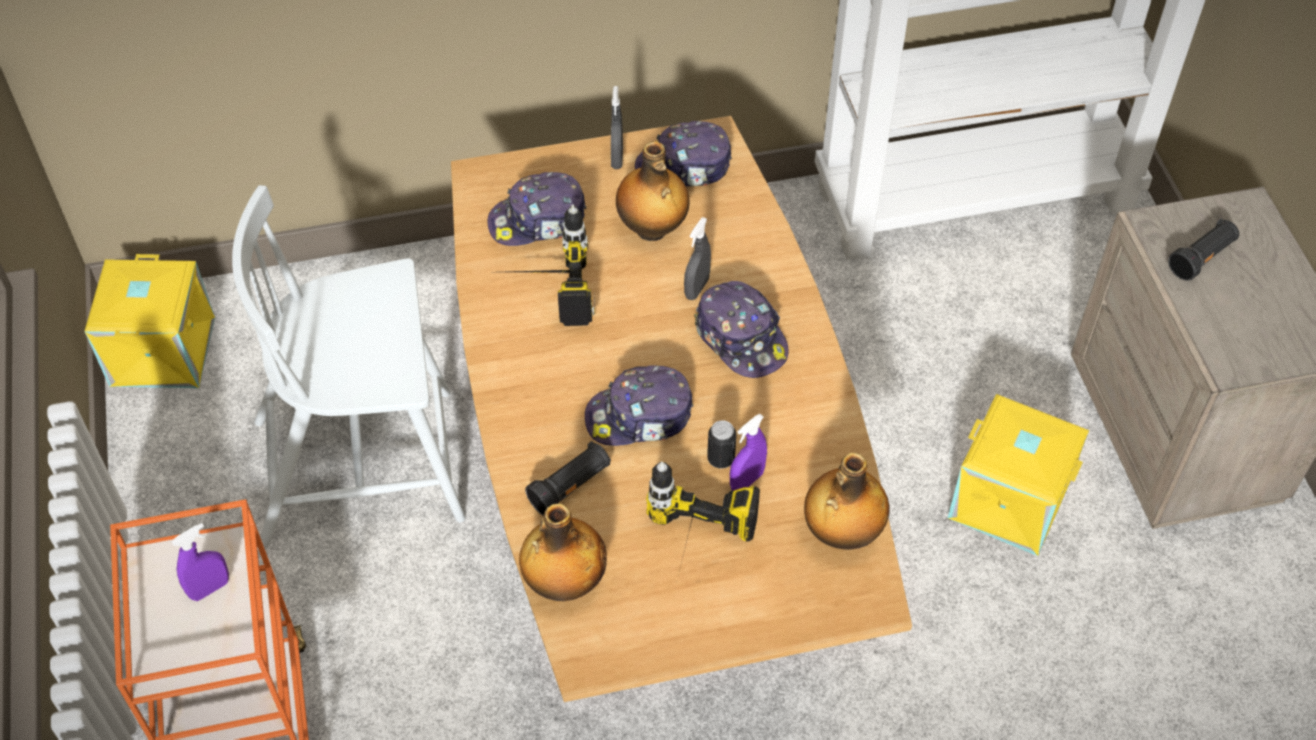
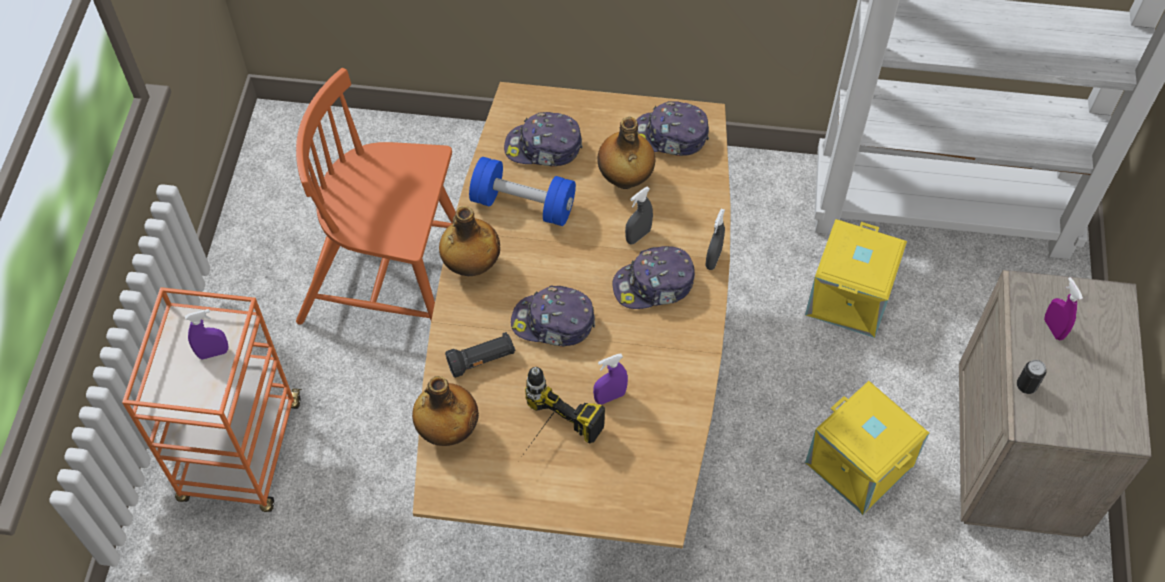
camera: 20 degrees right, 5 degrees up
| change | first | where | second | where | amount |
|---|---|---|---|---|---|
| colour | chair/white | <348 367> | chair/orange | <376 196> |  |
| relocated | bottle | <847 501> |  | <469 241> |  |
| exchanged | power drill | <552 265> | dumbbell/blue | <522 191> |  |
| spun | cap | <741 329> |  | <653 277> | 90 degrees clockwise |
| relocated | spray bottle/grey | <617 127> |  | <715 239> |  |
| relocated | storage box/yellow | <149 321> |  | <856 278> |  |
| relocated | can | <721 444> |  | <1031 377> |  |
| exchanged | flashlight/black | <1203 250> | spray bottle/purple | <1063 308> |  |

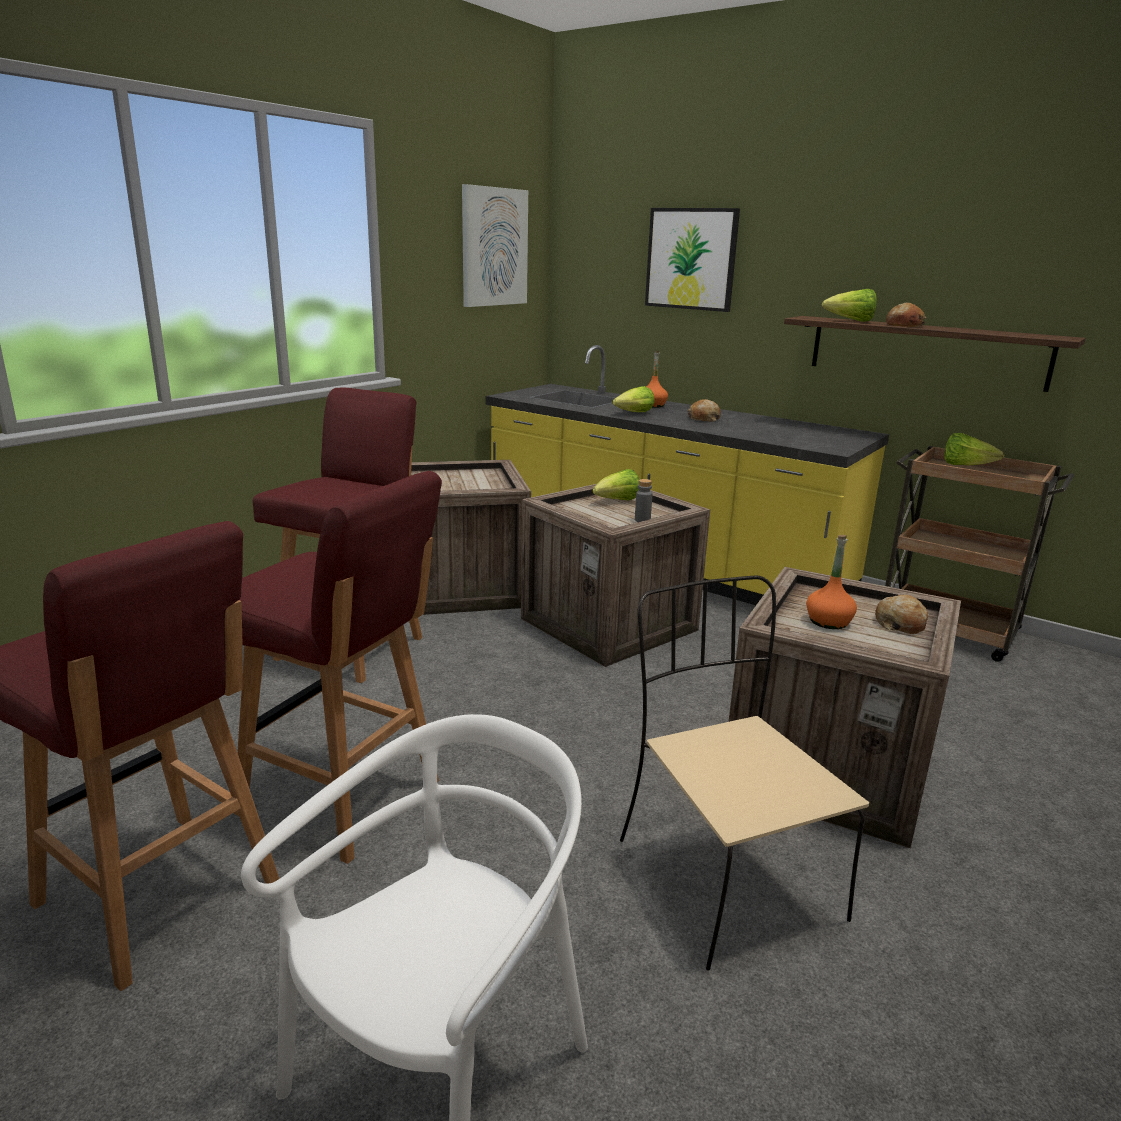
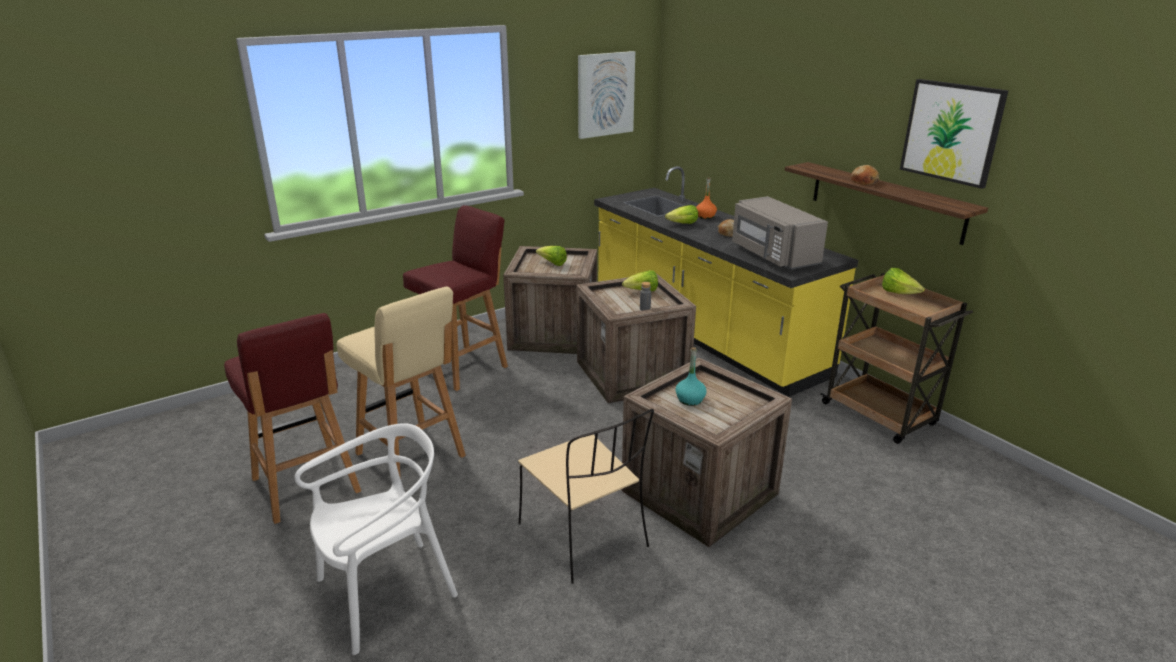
camera: 20 degrees right, 5 degrees up
| change | first | where | second | where | amount |
|---|---|---|---|---|---|
| colour | stool/red | <338 667> | stool/beige | <401 383> |  |
| spun | chair/beige | <744 773> |  | <586 496> | 150 degrees clockwise |
| relocated | lettuce | <849 305> |  | <551 256> |  |
| colour | bottle/orange | <831 582> | bottle/turquoise | <691 376> |  |
| appeared |  |  | microwave/grey | <780 232> |  |
| relocated | picture | <692 260> |  | <954 134> |  |
| missing | bread | <901 614> |  |  |  |

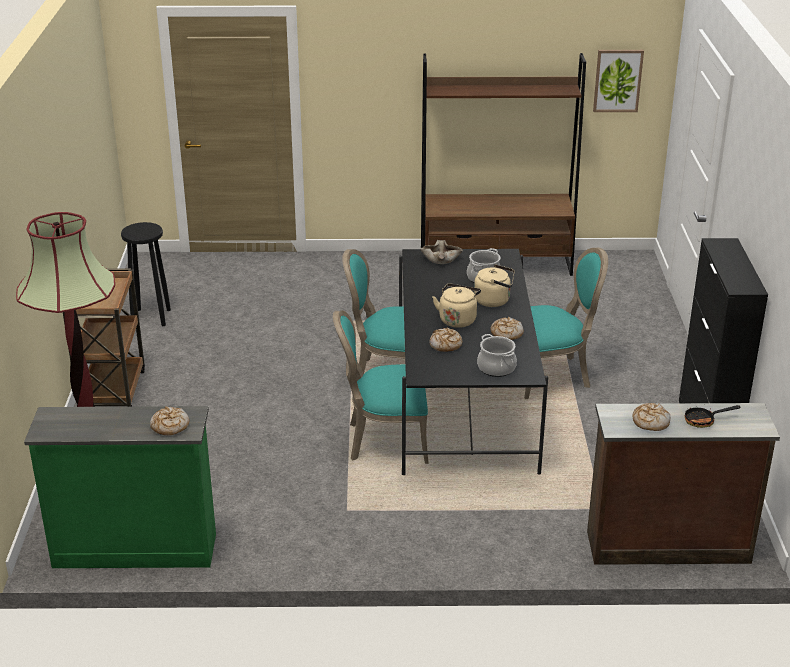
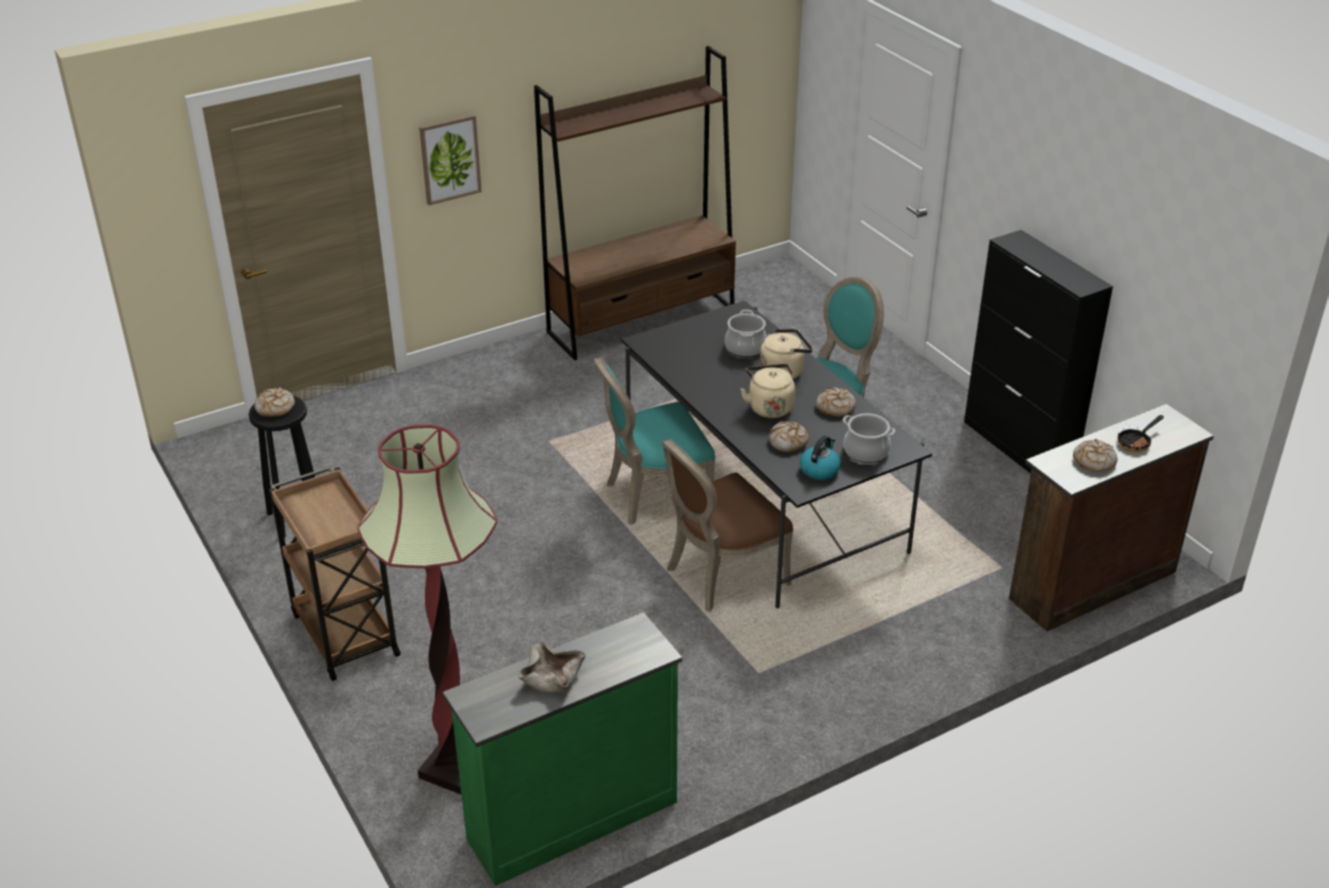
camera: 30 degrees left, 5 degrees up
| change | first | where | second | where | amount |
|---|---|---|---|---|---|
| relocated | bread | <170 420> |  | <274 402> |  |
| relocated | picture | <618 81> |  | <450 159> |  |
| relocated | bowl/beige | <441 252> |  | <552 667> |  |
| colour | chair/turquoise | <381 387> | chair/brown | <727 525> |  |
| appeared |  |  | kettle | <820 458> |  |

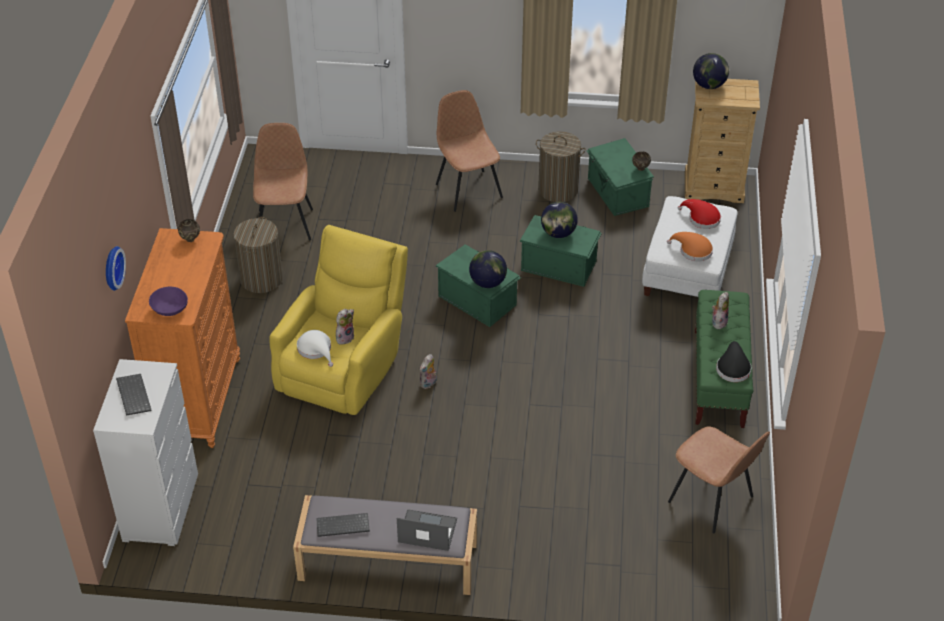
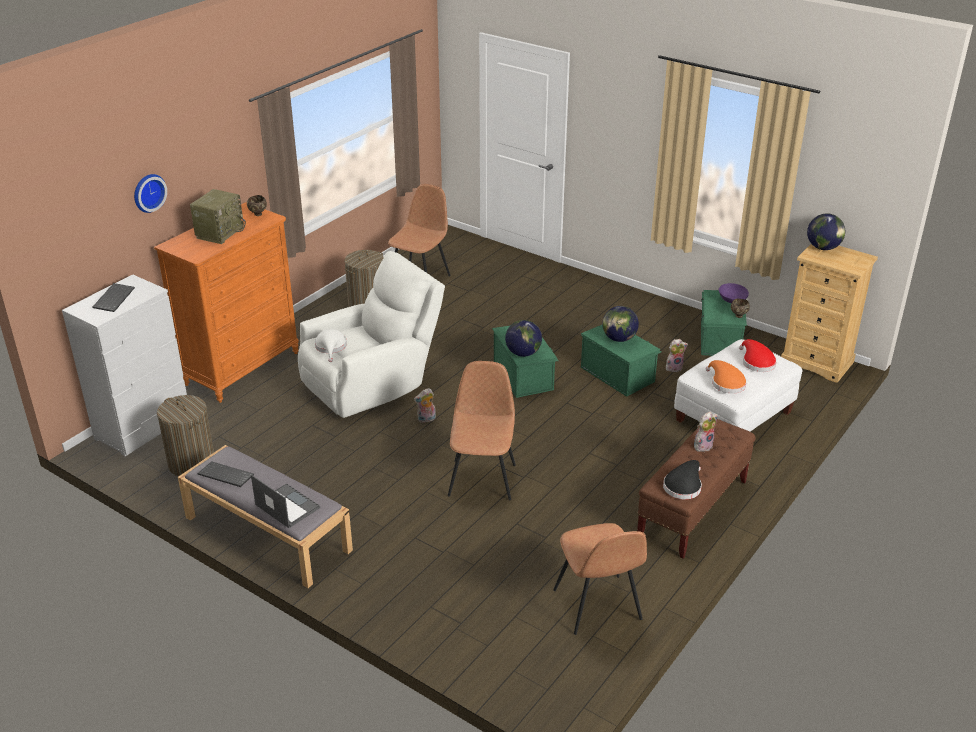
camera: 30 degrees right, 10 degrees down
| change | first | where | second | where | amount |
|---|---|---|---|---|---|
| relocated | laundry basket | <561 166> |  | <185 435> |  |
| appeared |  |  | radio | <218 216> |  |
| colour | armchair/yellow | <339 320> | armchair/white | <371 334> |  |
| relocated | chair/brown | <469 151> |  | <482 431> |  |
| colour | bench/green | <724 359> | bench/brown | <696 488> |  |
| relocated | plush toy | <345 326> |  | <677 355> |  |
| relocated | bowl/purple | <168 301> |  | <734 293> |  |

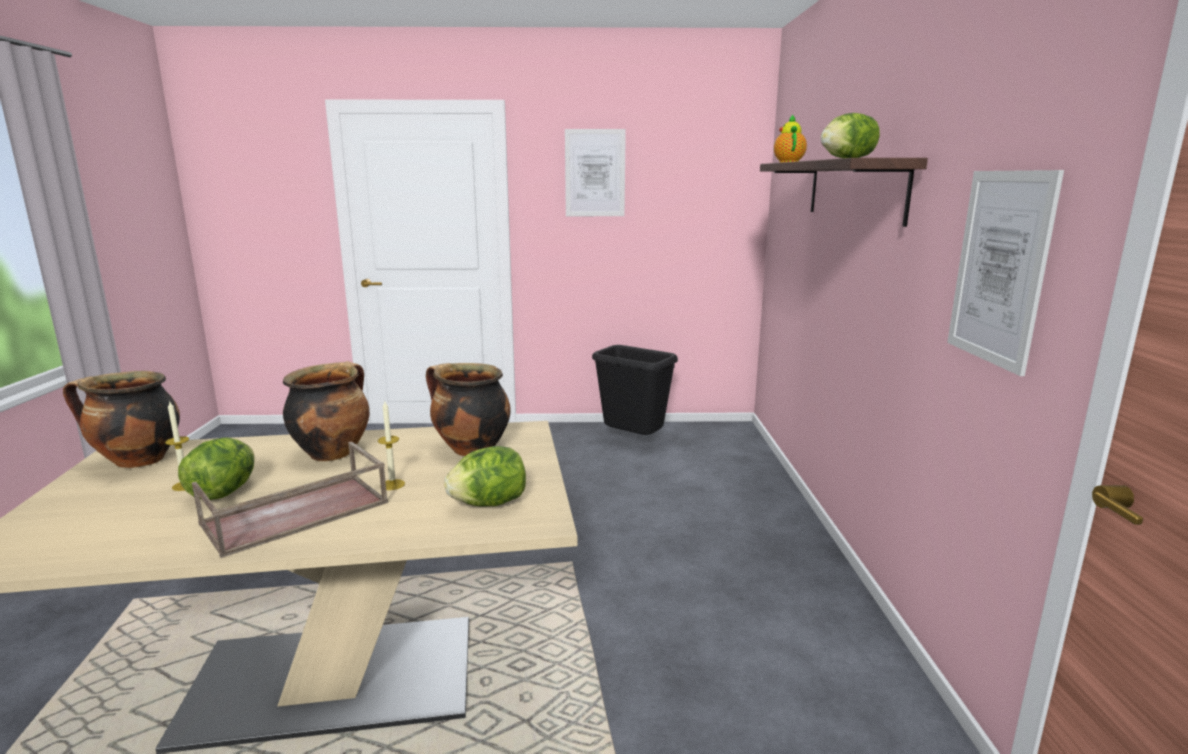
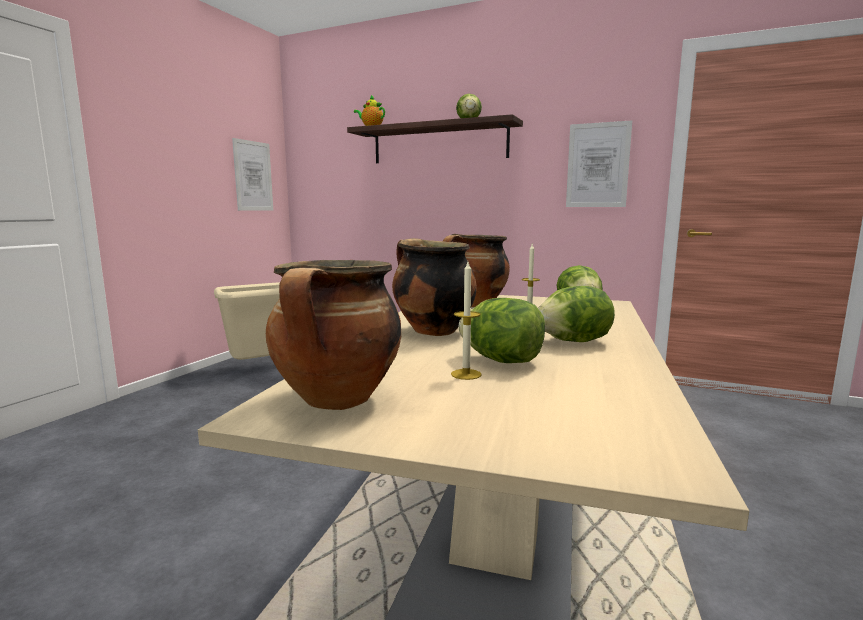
camera: 65 degrees left, 5 degrees down
| change | first | where | second | where | amount |
|---|---|---|---|---|---|
| colour | trash can/black | <635 390> | trash can/beige | <247 321> |  |
| relocated | picture | <595 172> |  | <252 174> |  |
| exchanged | tray/brown | <290 499> | lettuce | <576 314> |  |

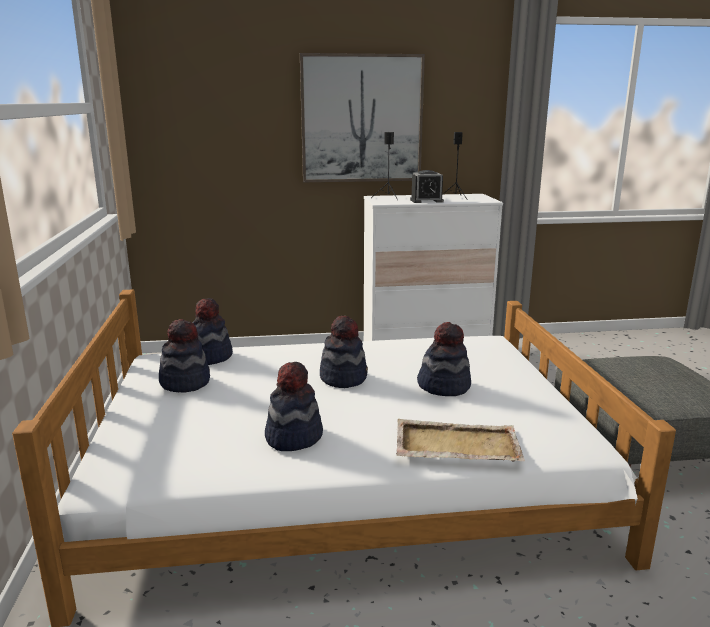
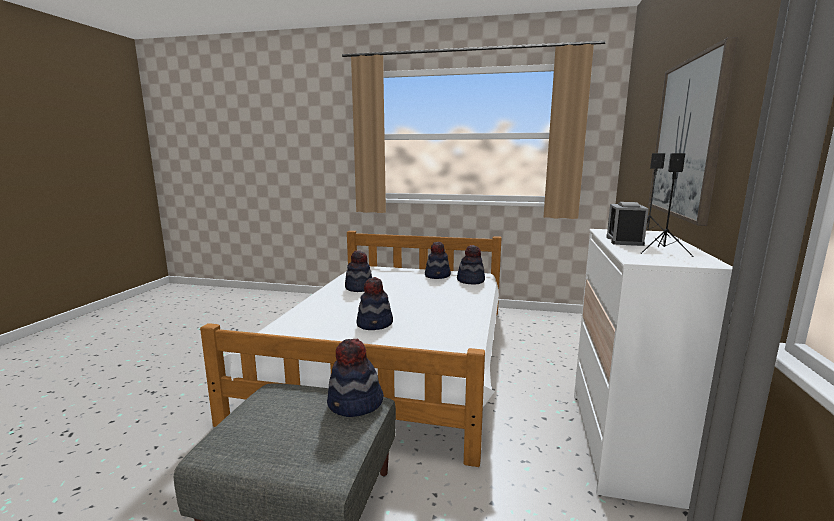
camera: 110 degrees right, 5 degrees down
| change | first | where | second | where | amount |
|---|---|---|---|---|---|
| relocated | hat | <344 352> |  | <355 378> |  |
| missing | tray/beige | <460 440> |  |  |  |

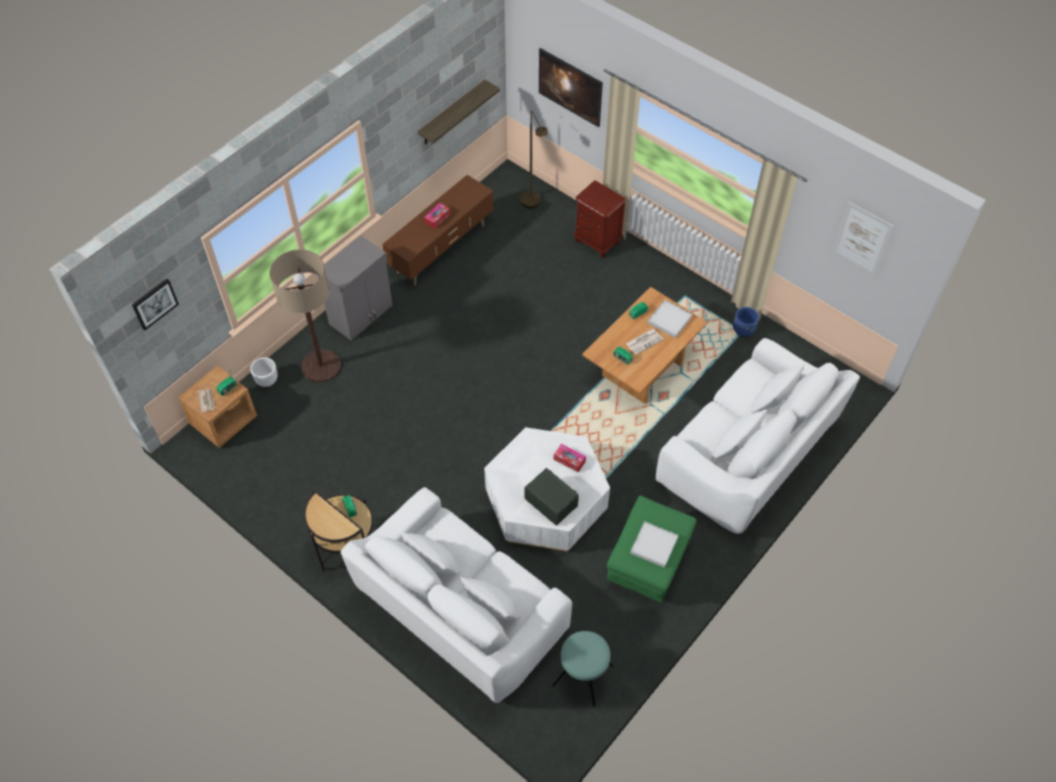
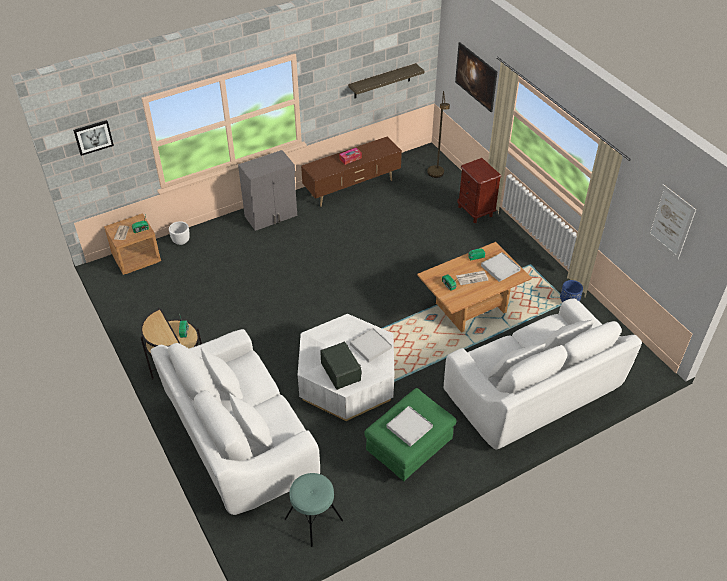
camera: 20 degrees right, 10 degrees down
| change | first | where | second | where | amount |
|---|---|---|---|---|---|
| exchanged | tissue box | <570 458> | tray/white | <371 345> |  |
| missing | floor lamp | <305 315> |  |  |  |

